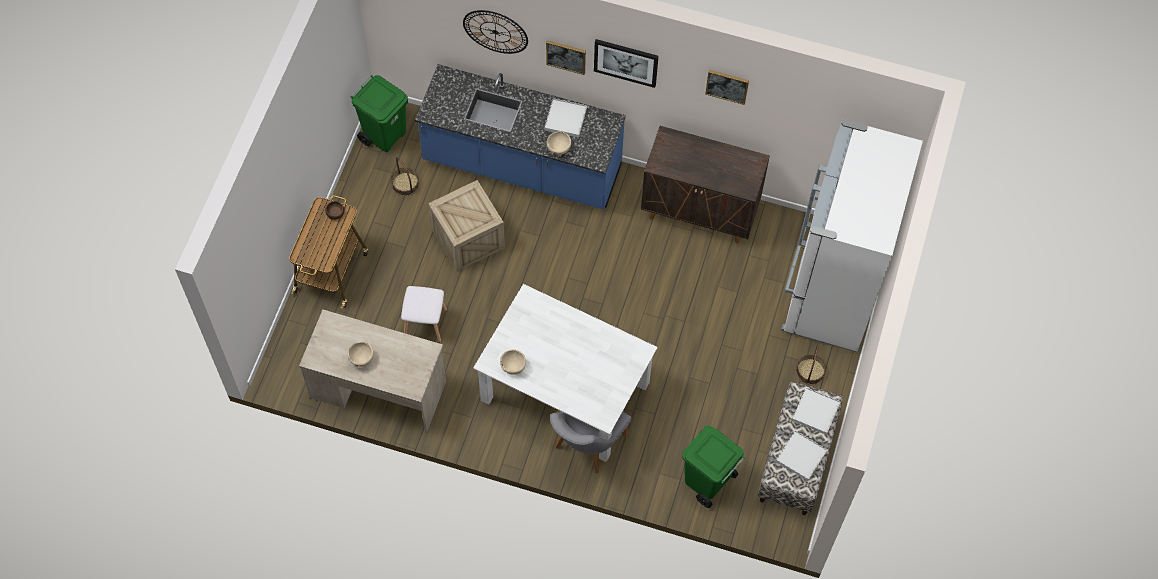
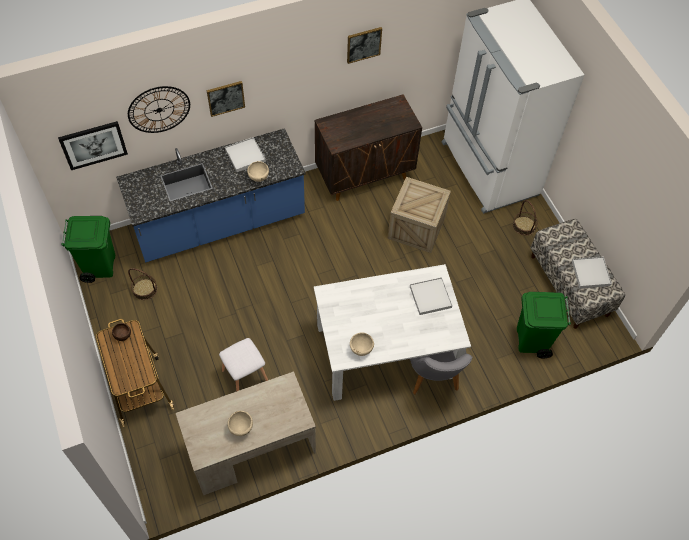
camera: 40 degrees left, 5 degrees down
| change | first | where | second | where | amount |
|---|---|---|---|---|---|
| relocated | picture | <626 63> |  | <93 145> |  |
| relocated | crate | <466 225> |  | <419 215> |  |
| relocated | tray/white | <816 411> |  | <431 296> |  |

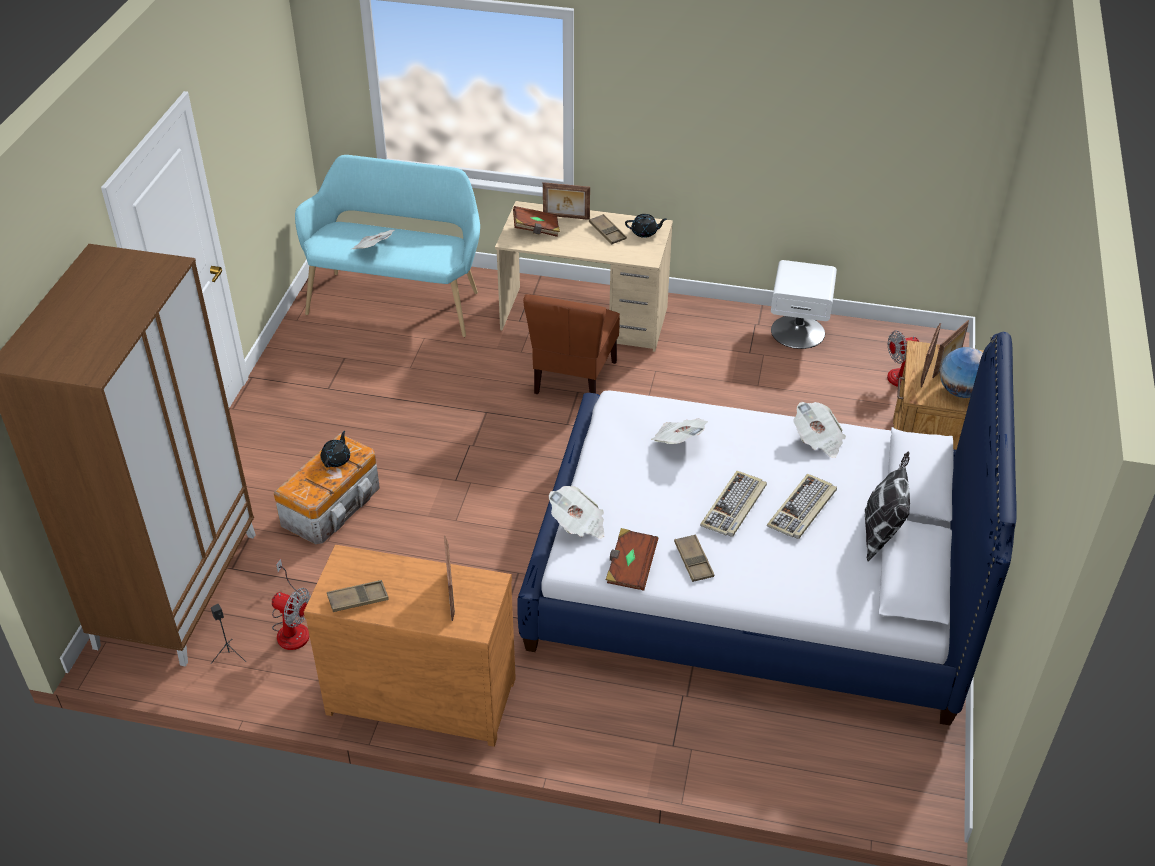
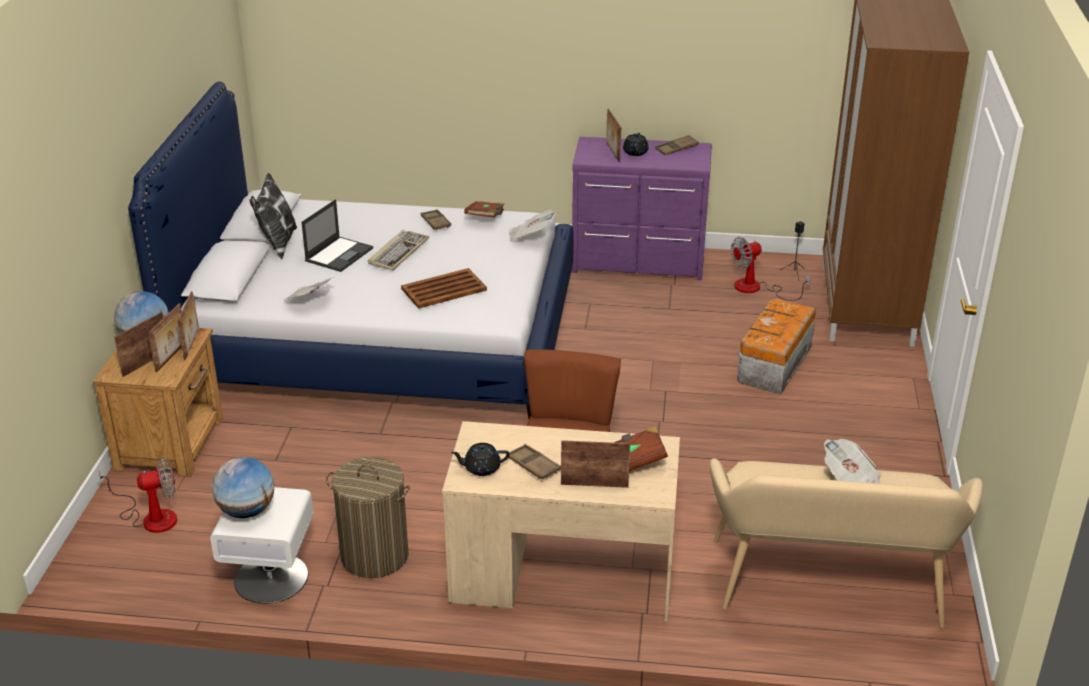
camera: 175 degrees right, 10 degrees down
| change | first | where | second | where | amount |
|---|---|---|---|---|---|
| appeared |  |  | picture frame | <188 326> |  |
| appeared |  |  | globe | <243 487> |  |
| exchanged | keyboard | <802 506> | laptop | <337 235> |  |
| appeared |  |  | laundry basket | <368 517> |  |
| exchanged | newspaper | <679 431> | tray/brown | <444 288> |  |
| colour | dresser/brown | <410 646> | dresser/purple | <642 209> |  |
| relocated | teapot/black | <335 449> |  | <636 144> |  |
| colour | bench/turquoise | <387 246> | bench/beige | <846 543> |  |
| spun | fan | <291 604> |  | <771 269> | 45 degrees counterclockwise |

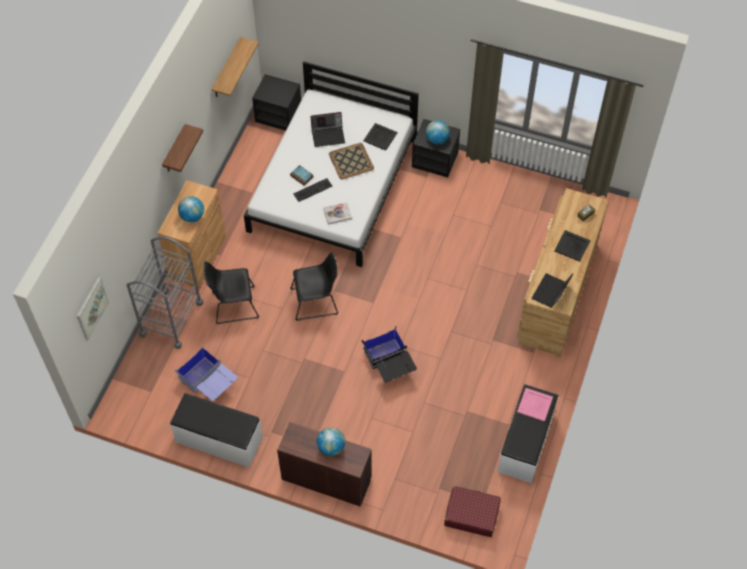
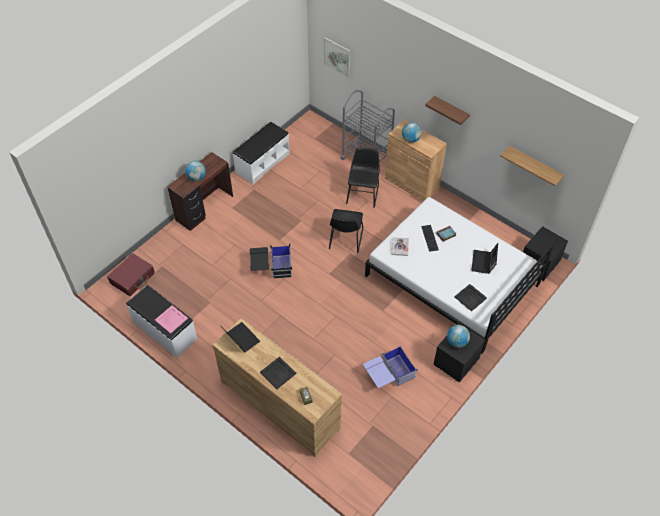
camera: 110 degrees right, 5 degrees down
| change | first | where | second | where | amount |
|---|---|---|---|---|---|
| relocated | storage box/blue | <206 372> |  | <390 366> |  |
| missing | tray | <351 161> |  |  |  |

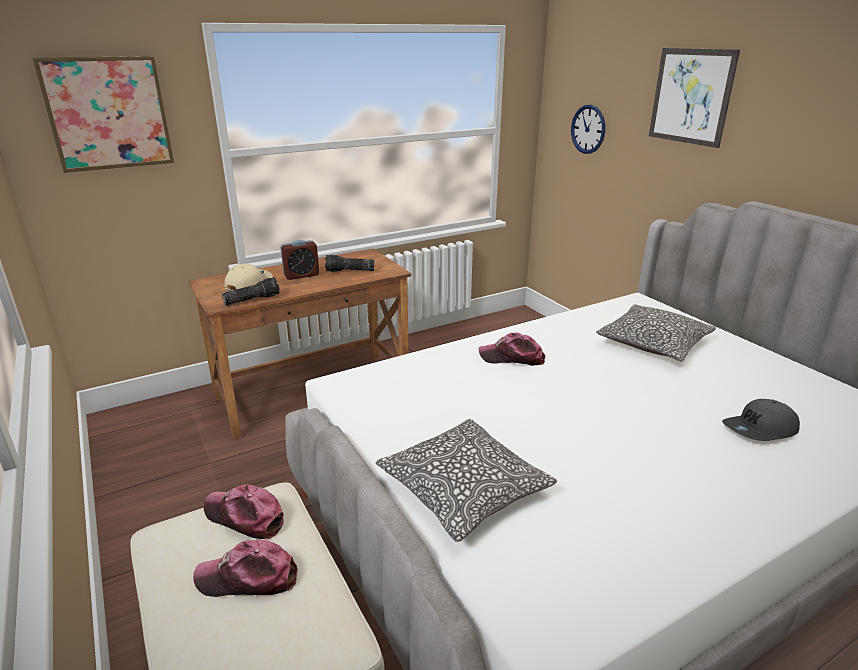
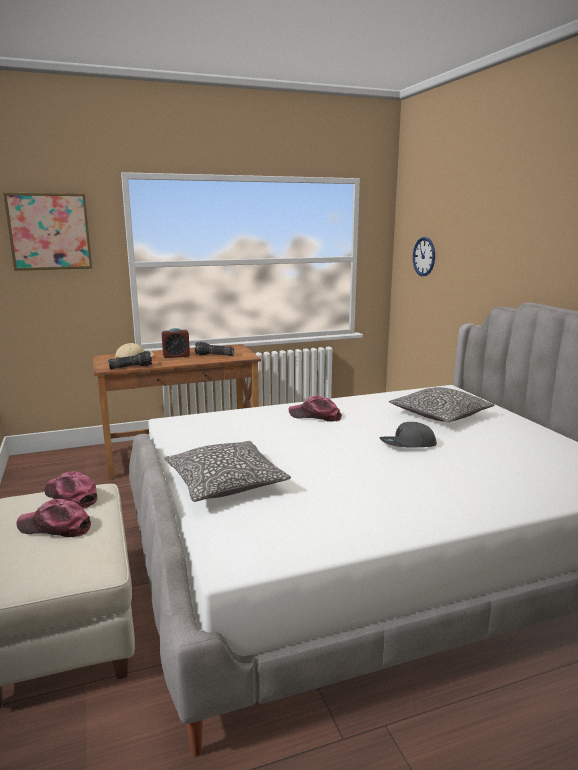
camera: 10 degrees right, 10 degrees down
| change | first | where | second | where | amount |
|---|---|---|---|---|---|
| relocated | cap/grey | <761 420> |  | <408 434> |  |
| missing | picture | <694 98> |  |  |  |

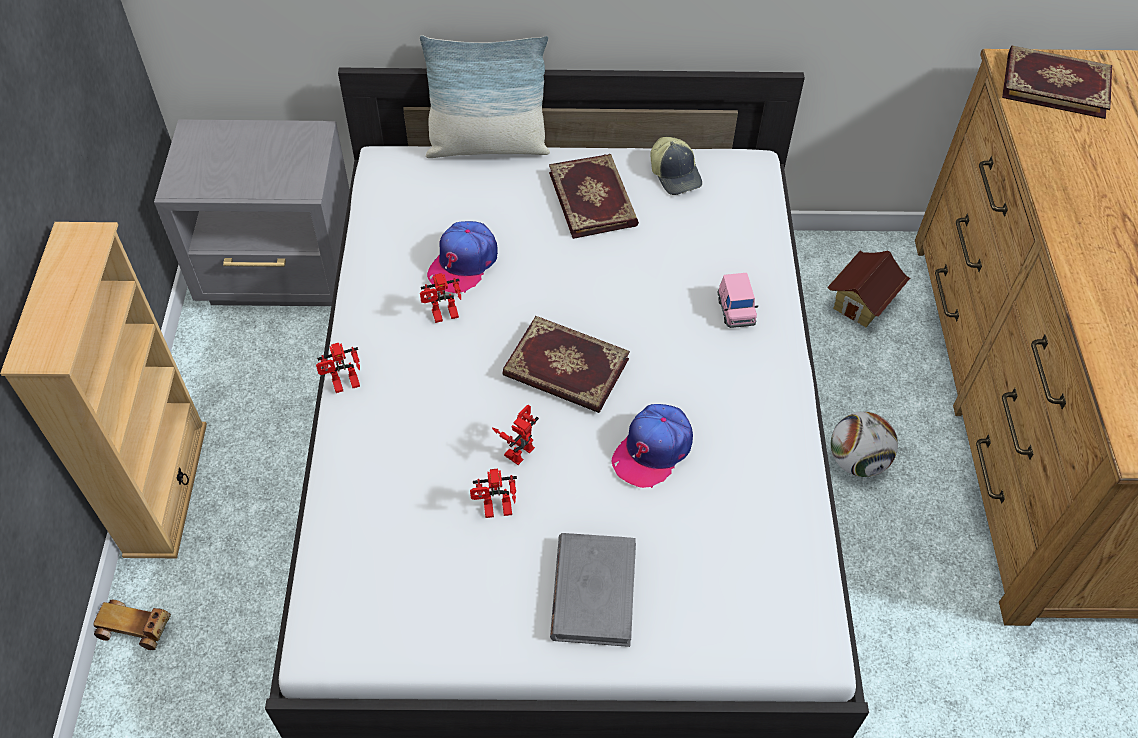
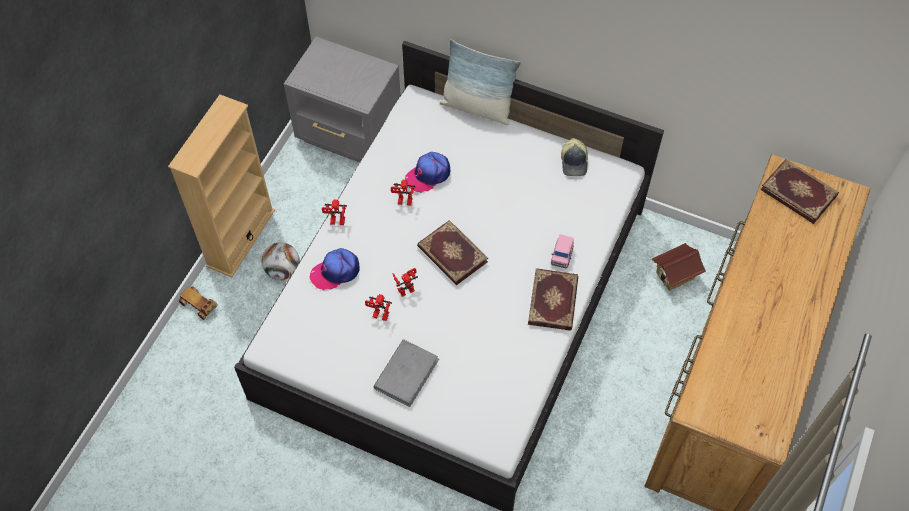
camera: 25 degrees right, 5 degrees up
| change | first | where | second | where | amount |
|---|---|---|---|---|---|
| relocated | football | <864 444> |  | <281 261> |  |
| relocated | cap | <652 446> |  | <335 269> |  |
| relocated | book | <594 196> |  | <553 299> |  |

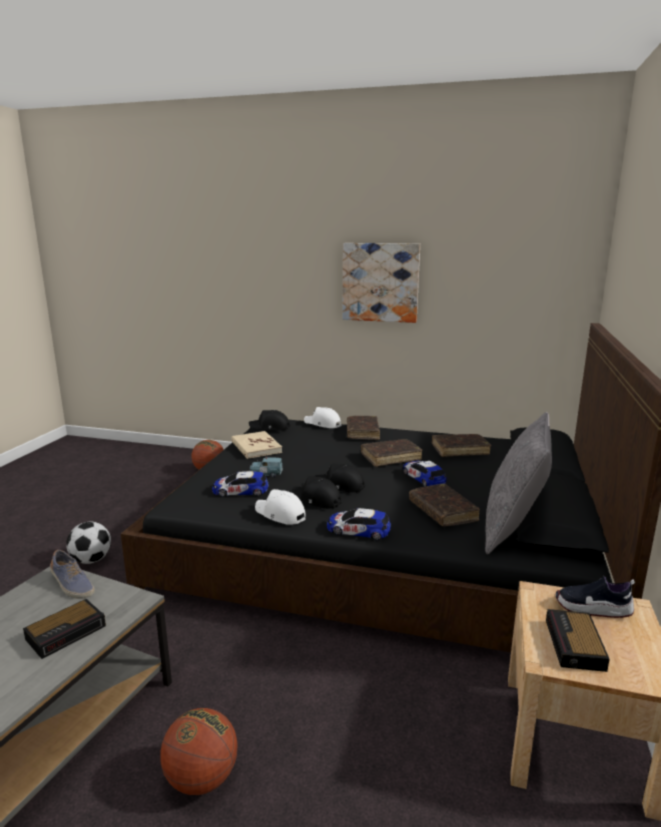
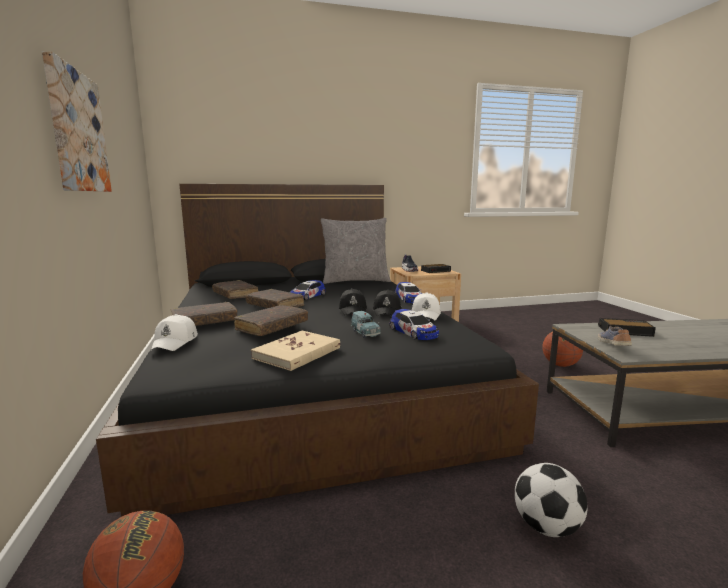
camera: 120 degrees left, 5 degrees down
| change | first | where | second | where | amount |
|---|---|---|---|---|---|
| relocated | book/brown | <444 504> |  | <270 320> |  |
| missing | cap/black | <269 420> |  |  |  |

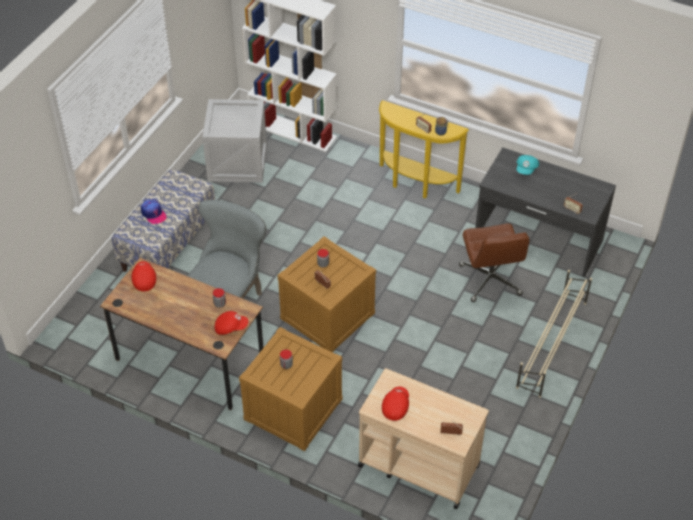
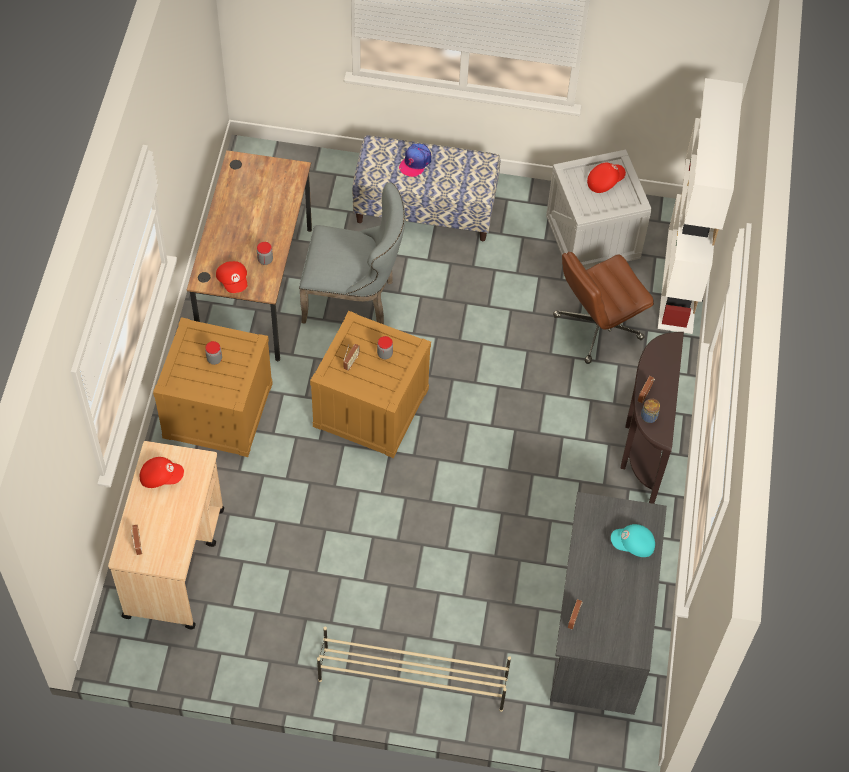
camera: 70 degrees right, 10 degrees up
| change | first | where | second | where | amount |
|---|---|---|---|---|---|
| relocated | office chair/brown | <494 262> |  | <603 308> |  |
| relocated | cap/red | <143 276> |  | <606 178> |  |
| colour | console table/yellow | <424 149> | console table/brown | <652 418> |  |

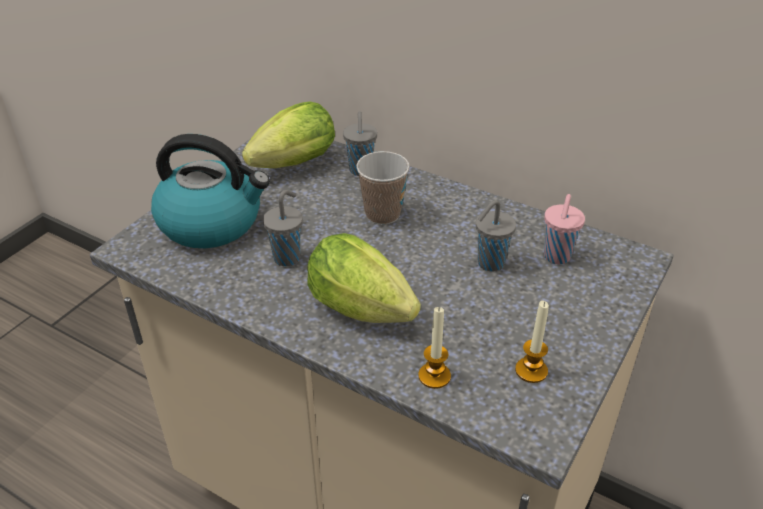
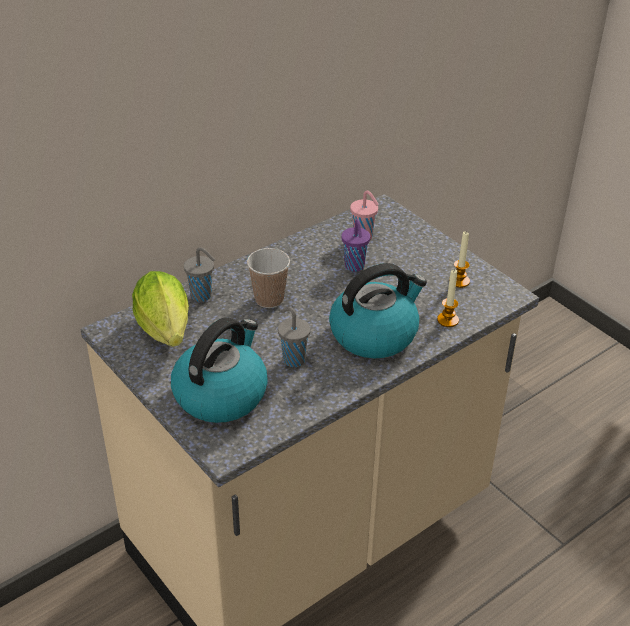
camera: 70 degrees left, 0 degrees up
| change | first | where | second | where | amount |
|---|---|---|---|---|---|
| exchanged | lettuce | <364 278> | kettle | <378 310> |  |
| colour | cup/grey | <496 236> | cup/purple | <355 245> |  |

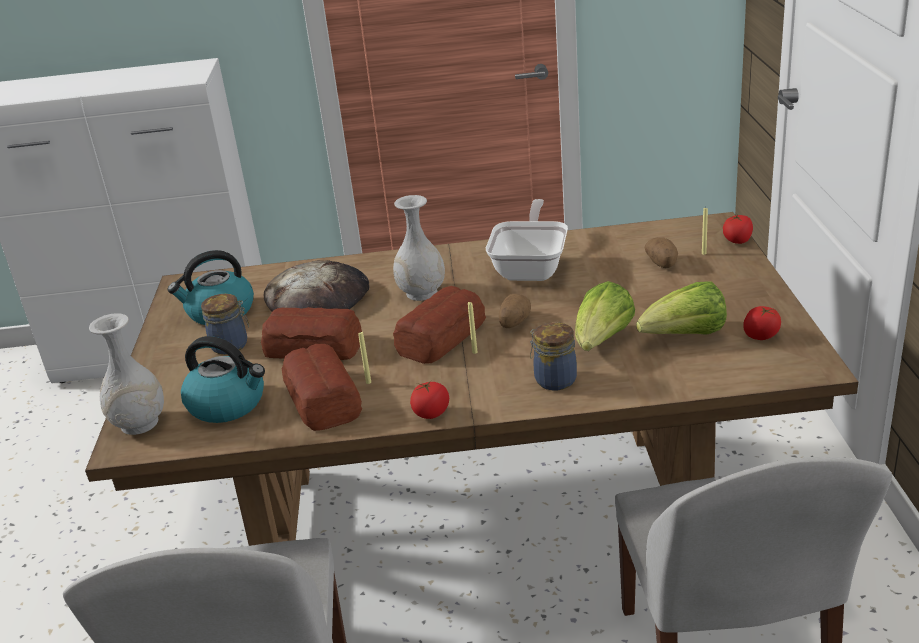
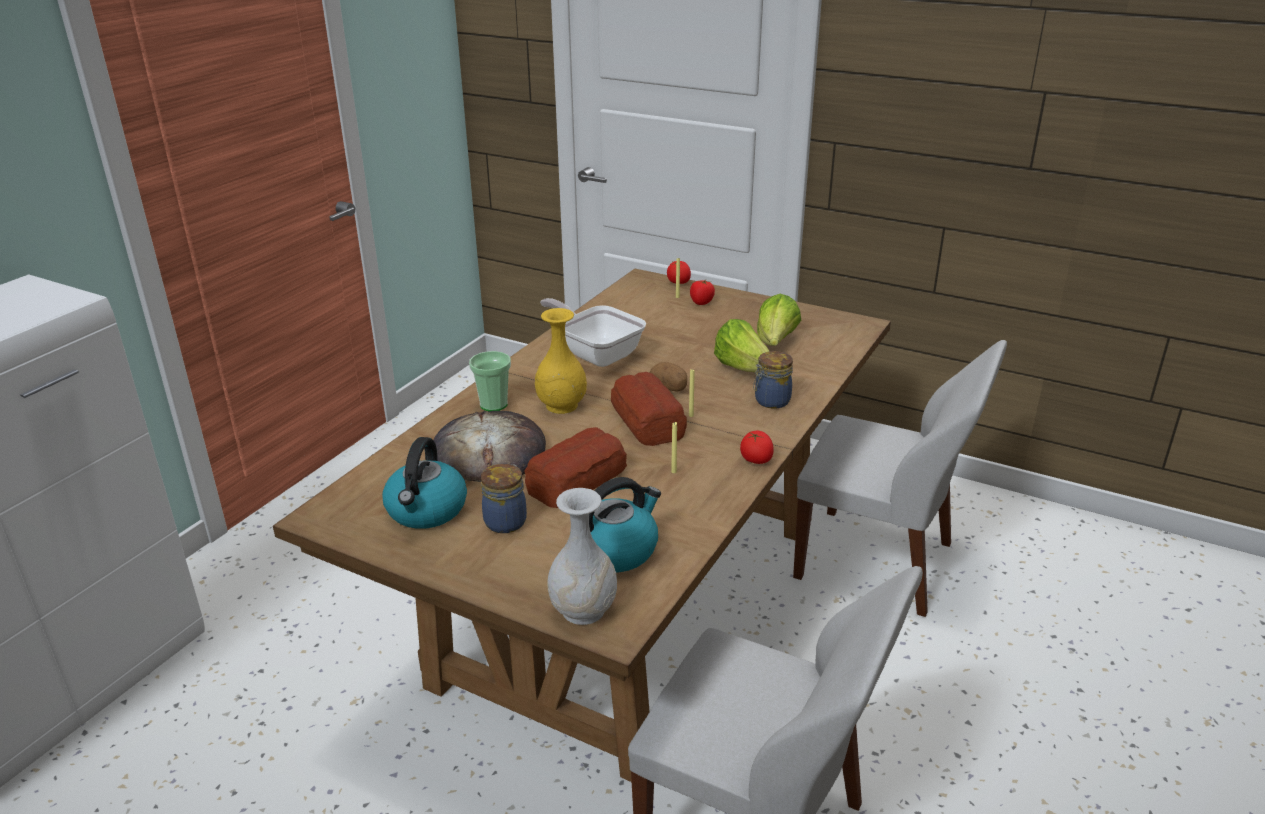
camera: 60 degrees left, 0 degrees up
| change | first | where | second | where | amount |
|---|---|---|---|---|---|
| appeared |  |  | cup | <490 381> |  |
| colour | vase/white | <419 248> | vase/yellow | <561 361> |  |
| relocated | tomato | <762 323> |  | <702 292> |  |
| missing | bread | <322 387> |  |  |  |
| missing | potato | <661 252> |  |  |  |

